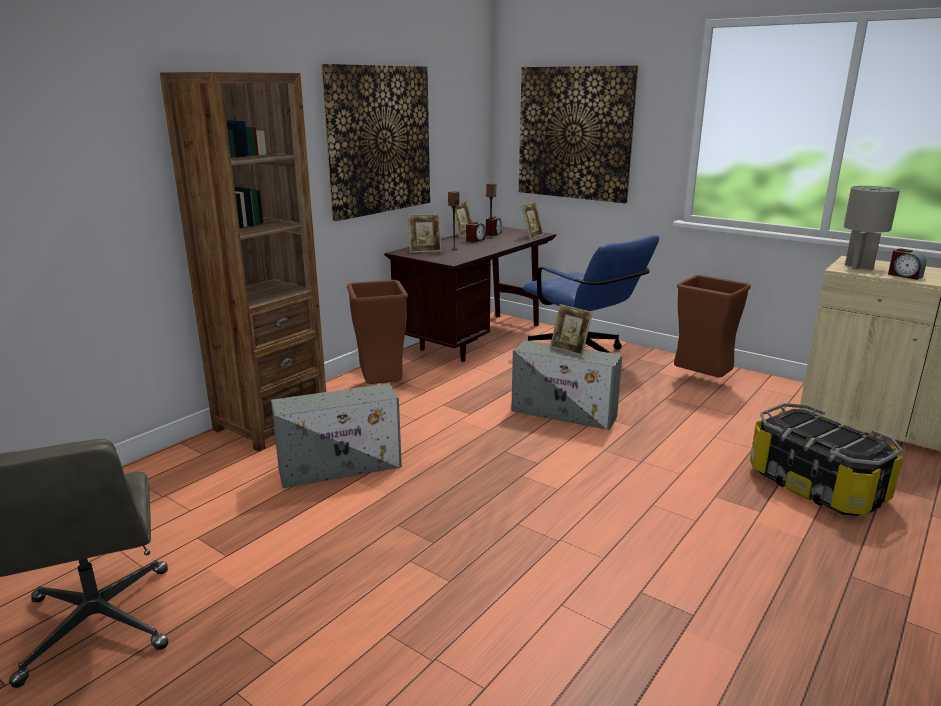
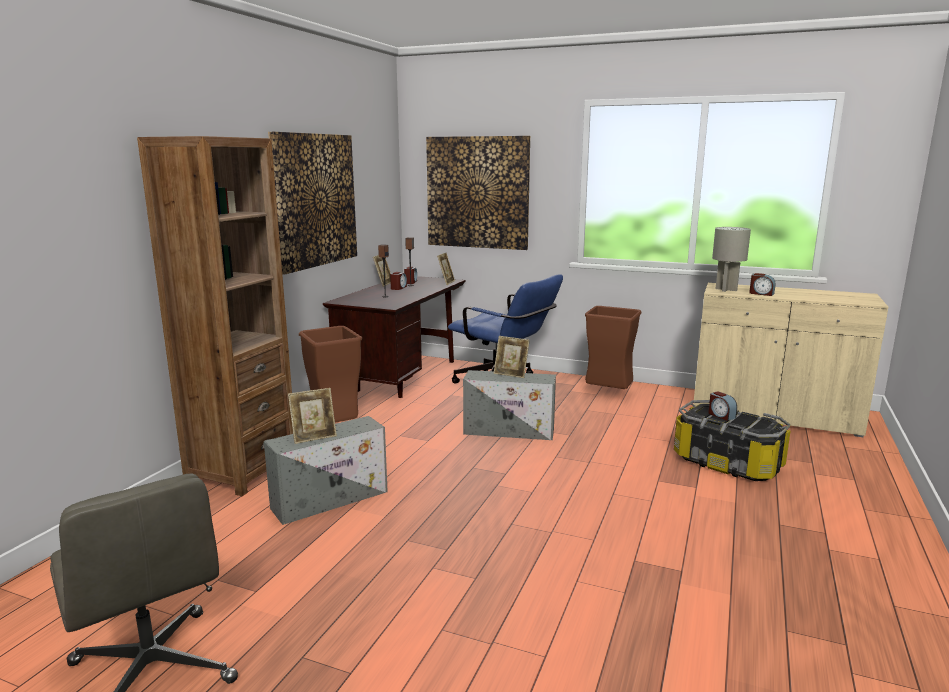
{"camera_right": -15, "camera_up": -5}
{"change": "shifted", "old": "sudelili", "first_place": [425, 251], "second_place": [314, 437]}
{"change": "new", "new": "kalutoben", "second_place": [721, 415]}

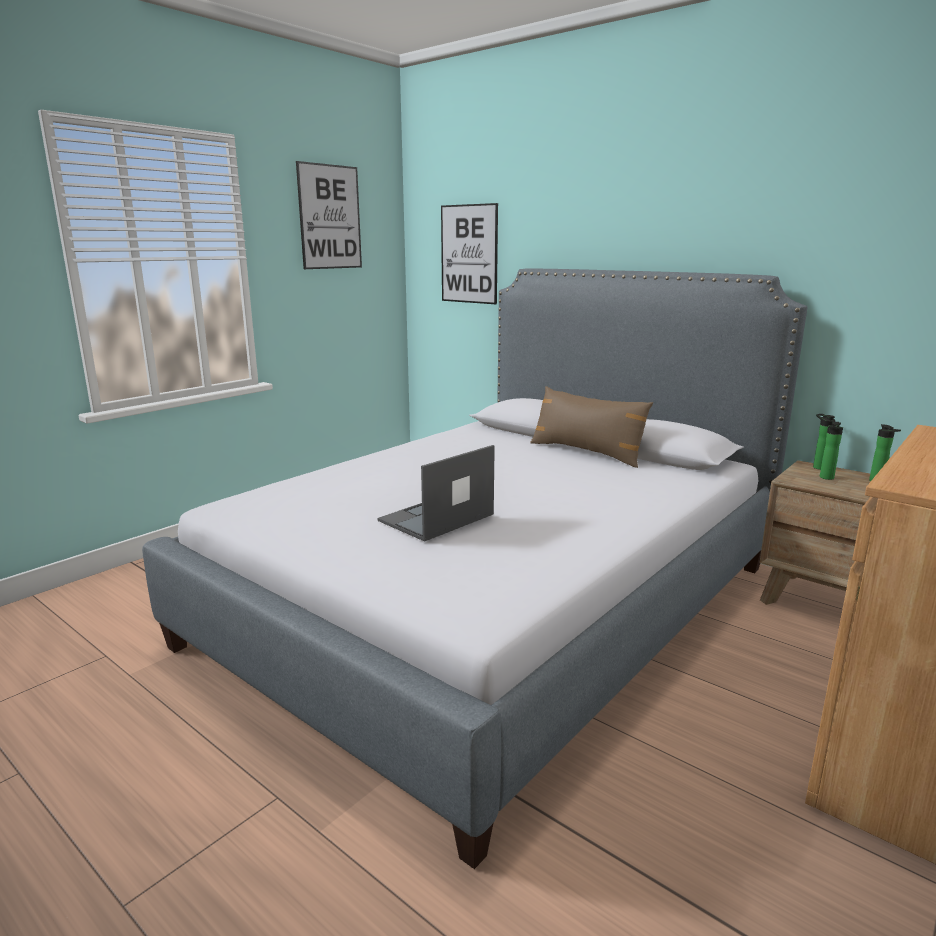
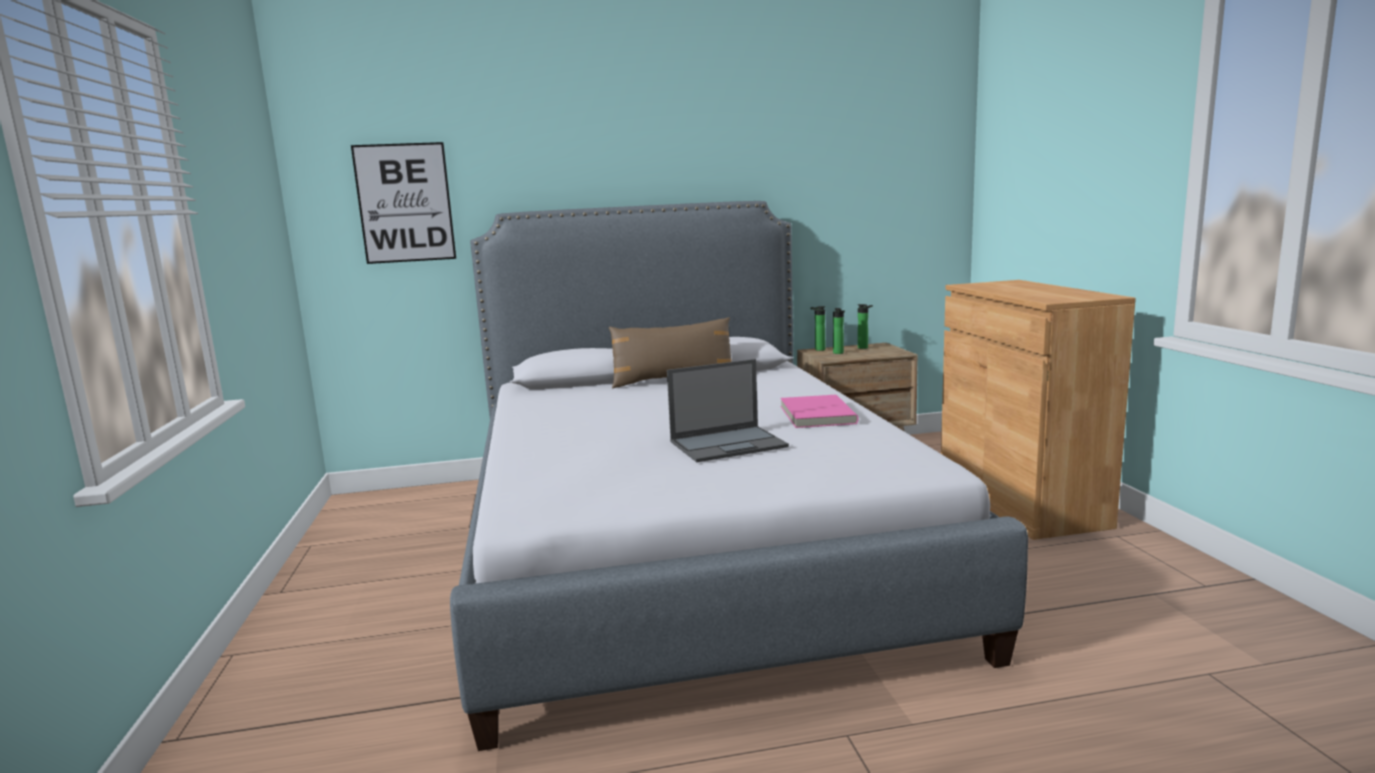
{"camera_right": -50, "camera_up": -5}
{"change": "gone", "old": "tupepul", "first_place": [330, 217]}
{"change": "rotated", "old": "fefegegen", "first_place": [435, 518], "second_place": [729, 444], "degrees": -105}
{"change": "new", "new": "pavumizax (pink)", "second_place": [815, 415]}

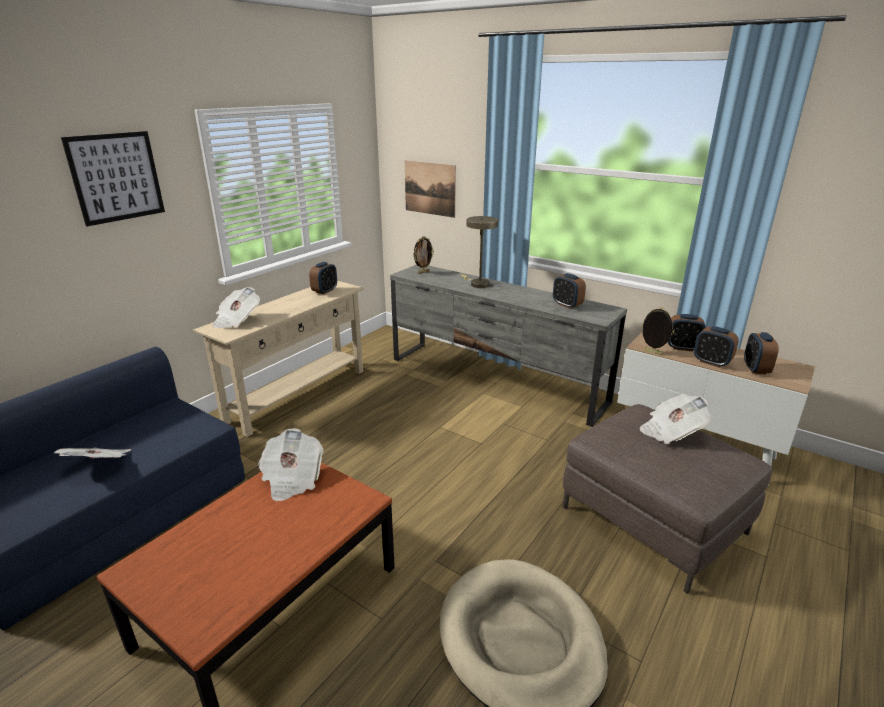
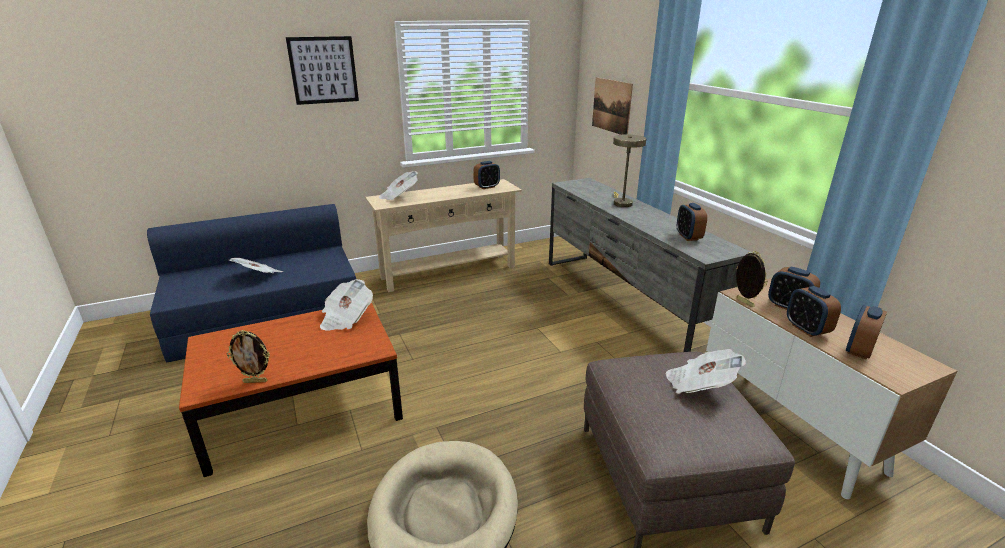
{"camera_right": 30, "camera_up": 0}
{"change": "shifted", "old": "sudelili", "first_place": [423, 272], "second_place": [256, 381]}

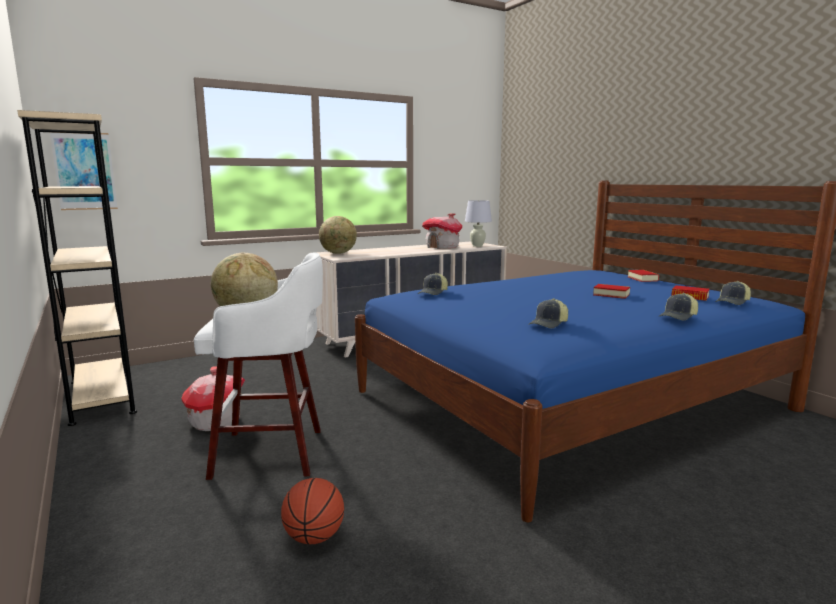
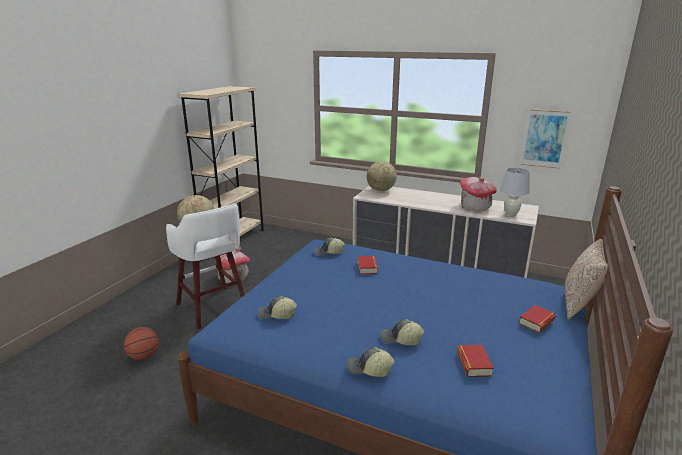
{"camera_right": 55, "camera_up": 10}
{"change": "shifted", "old": "tupepul", "first_place": [84, 171], "second_place": [544, 139]}
{"change": "shifted", "old": "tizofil", "first_place": [733, 302], "second_place": [400, 339]}
{"change": "shifted", "old": "pavumizax", "first_place": [611, 295], "second_place": [367, 267]}
{"change": "new", "new": "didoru", "second_place": [579, 304]}

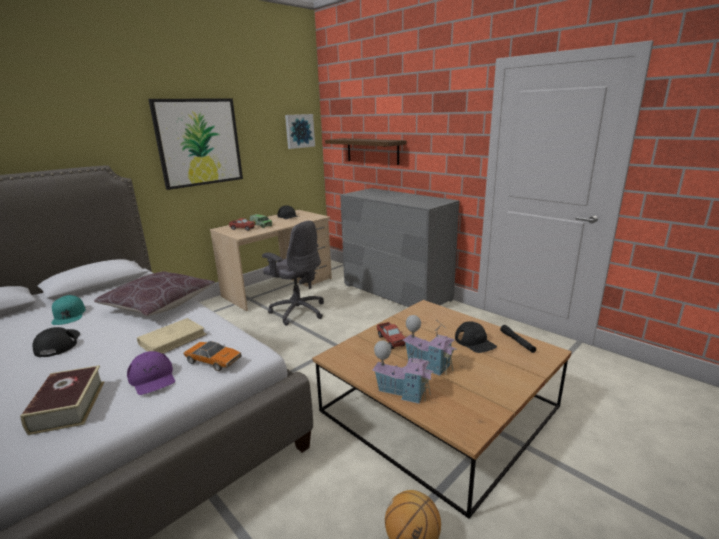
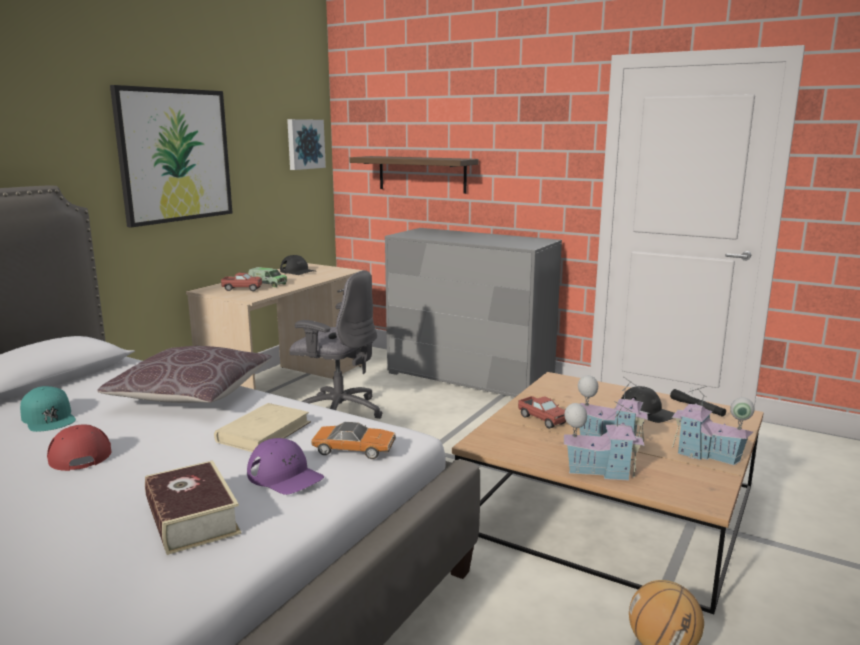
{"camera_right": -15, "camera_up": -5}
{"change": "repainted", "old": "tizofil (black)", "new": "tizofil (red)", "first_place": [58, 344], "second_place": [79, 453]}
{"change": "new", "new": "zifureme", "second_place": [707, 455]}

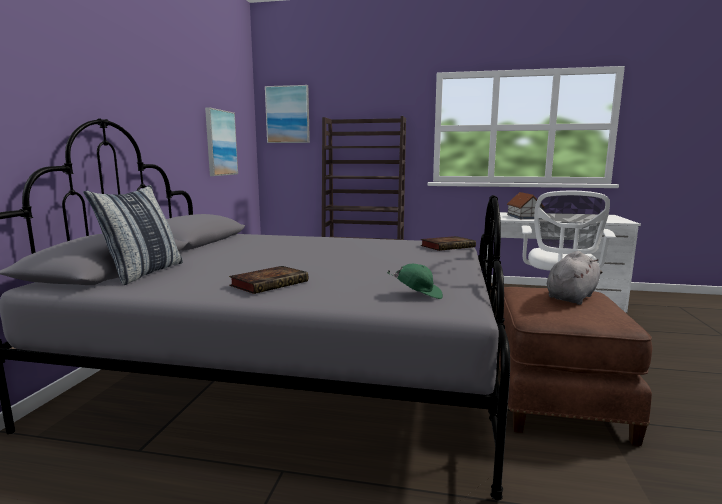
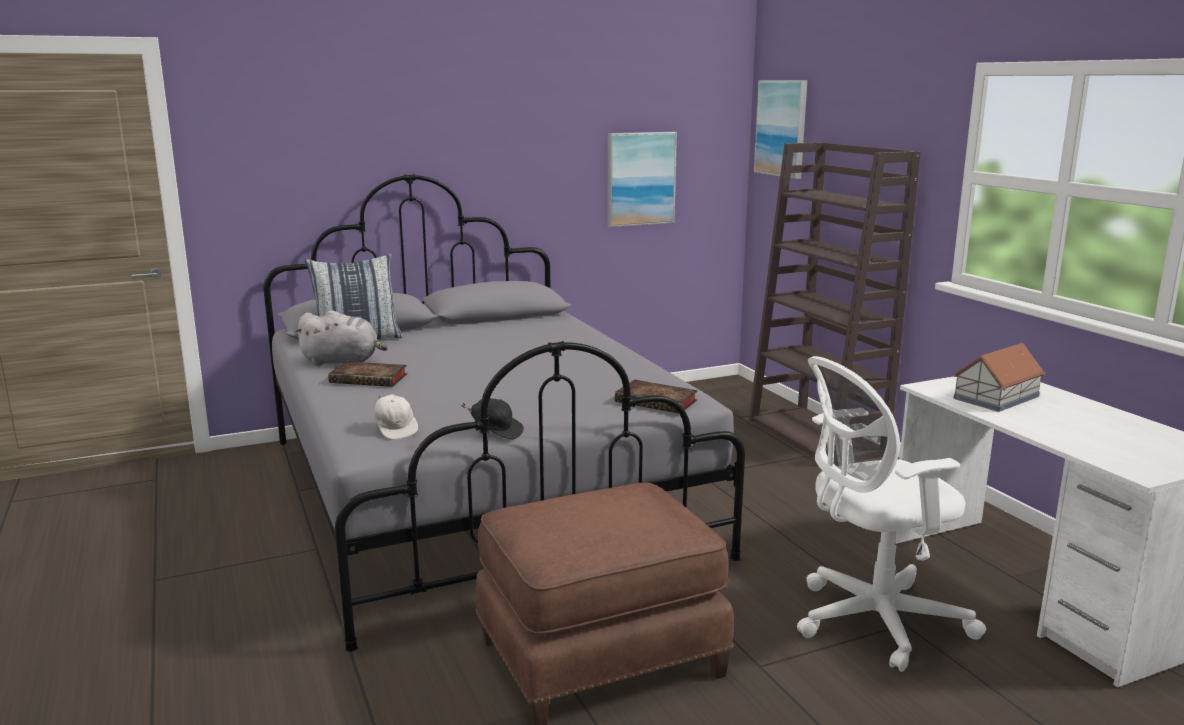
{"camera_right": 55, "camera_up": 5}
{"change": "shifted", "old": "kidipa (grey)", "first_place": [572, 297], "second_place": [343, 362]}
{"change": "repainted", "old": "tizofil (green)", "new": "tizofil (white)", "first_place": [418, 295], "second_place": [396, 430]}
{"change": "new", "new": "tizofil (black)", "second_place": [496, 432]}

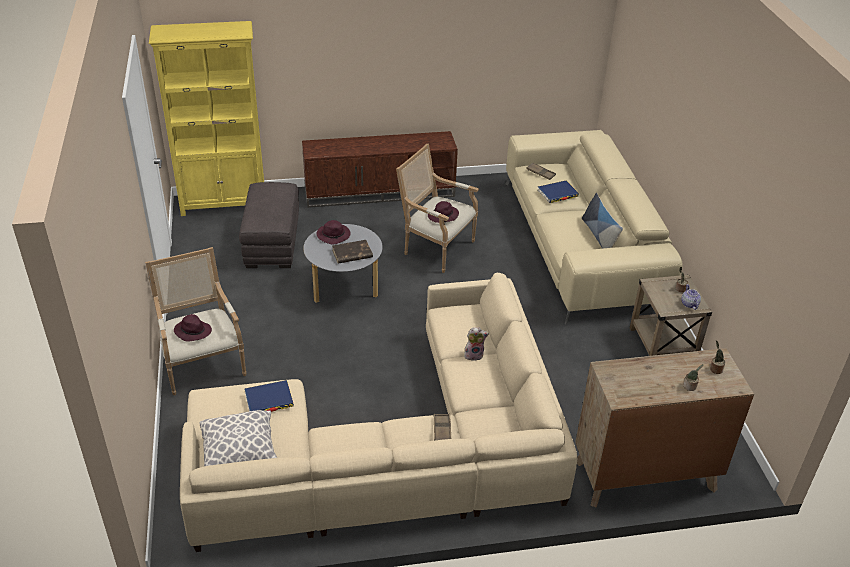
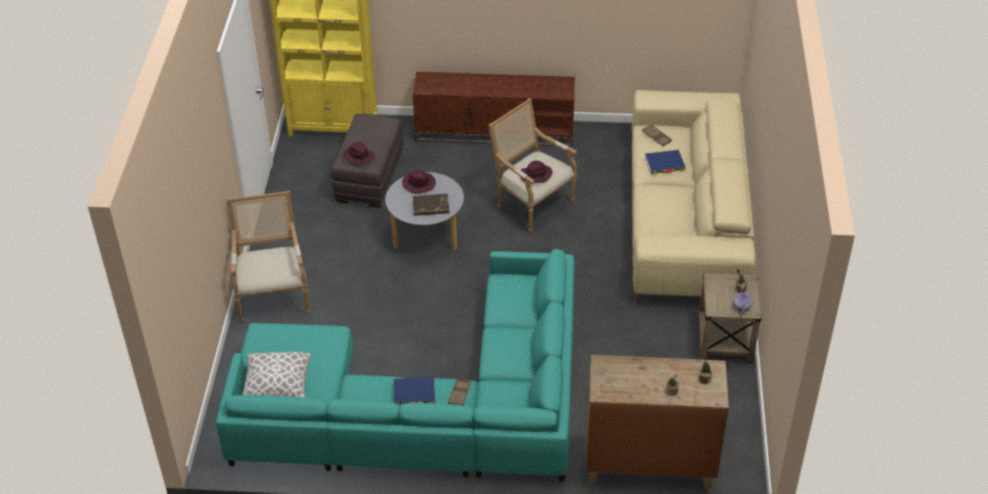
{"camera_right": 15, "camera_up": 5}
{"change": "gone", "old": "didoru", "first_place": [599, 236]}
{"change": "repainted", "old": "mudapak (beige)", "new": "mudapak (turquoise)", "first_place": [392, 450], "second_place": [422, 405]}
{"change": "shifted", "old": "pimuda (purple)", "first_place": [192, 331], "second_place": [358, 157]}
{"change": "gone", "old": "kidipa", "first_place": [474, 355]}
{"change": "shifted", "old": "pavumizax (blue)", "first_place": [269, 400], "second_place": [414, 393]}

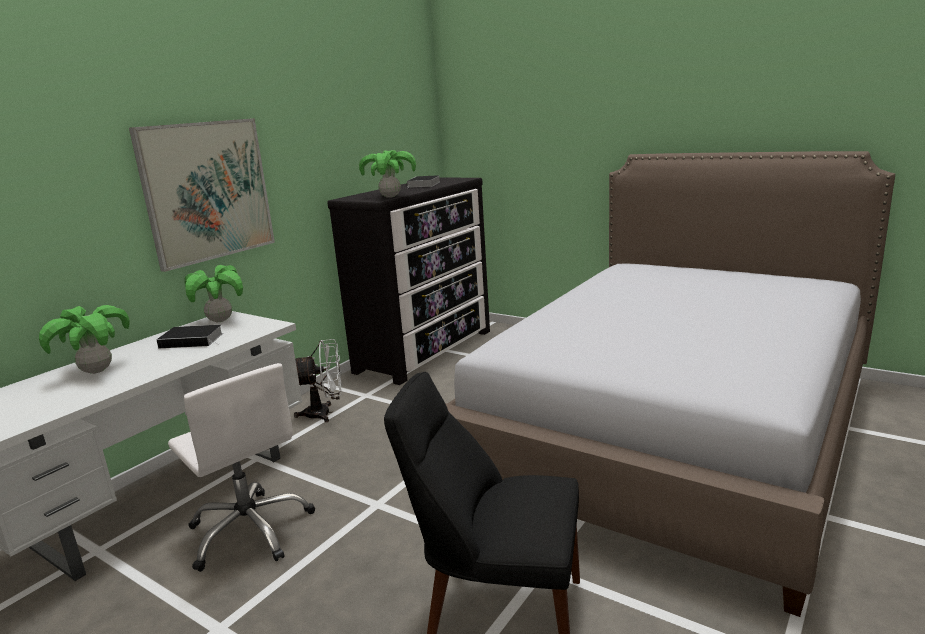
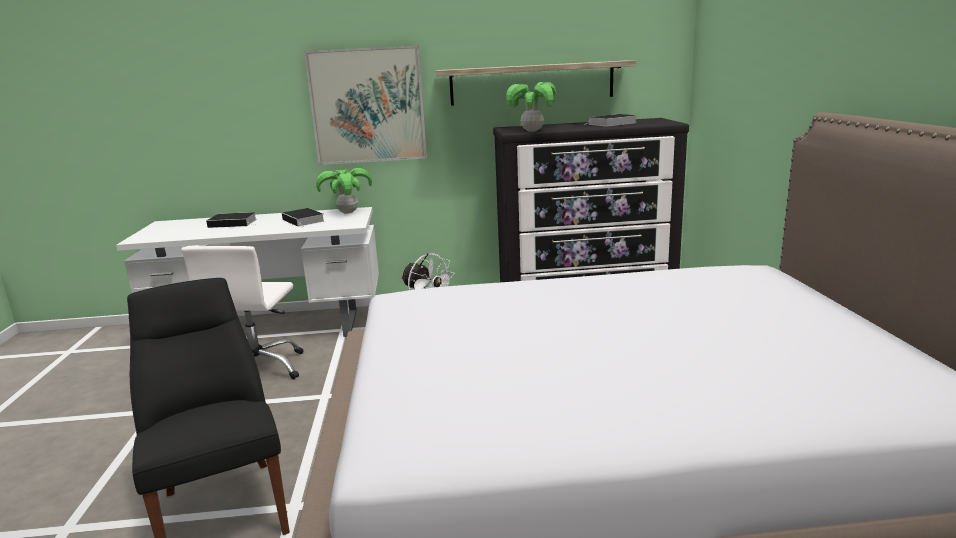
{"camera_right": 50, "camera_up": 0}
{"change": "swapped", "old": "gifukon", "new": "pavumizax", "first_place": [96, 371], "second_place": [234, 223]}
{"change": "new", "new": "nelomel", "second_place": [532, 83]}

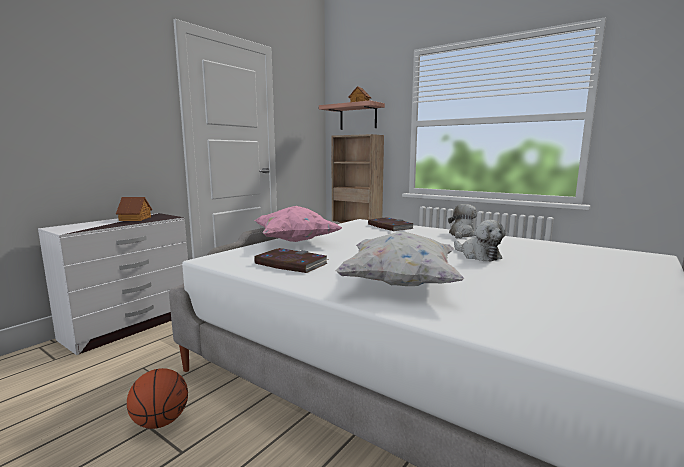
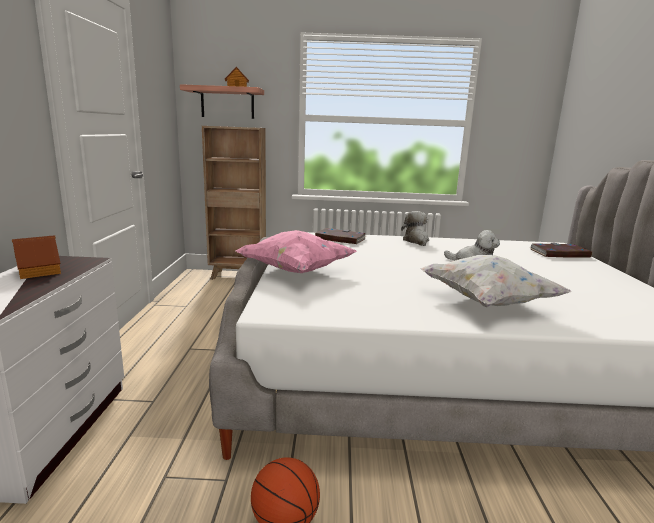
{"camera_right": -35, "camera_up": 5}
{"change": "shifted", "old": "pavumizax", "first_place": [290, 264], "second_place": [559, 253]}

